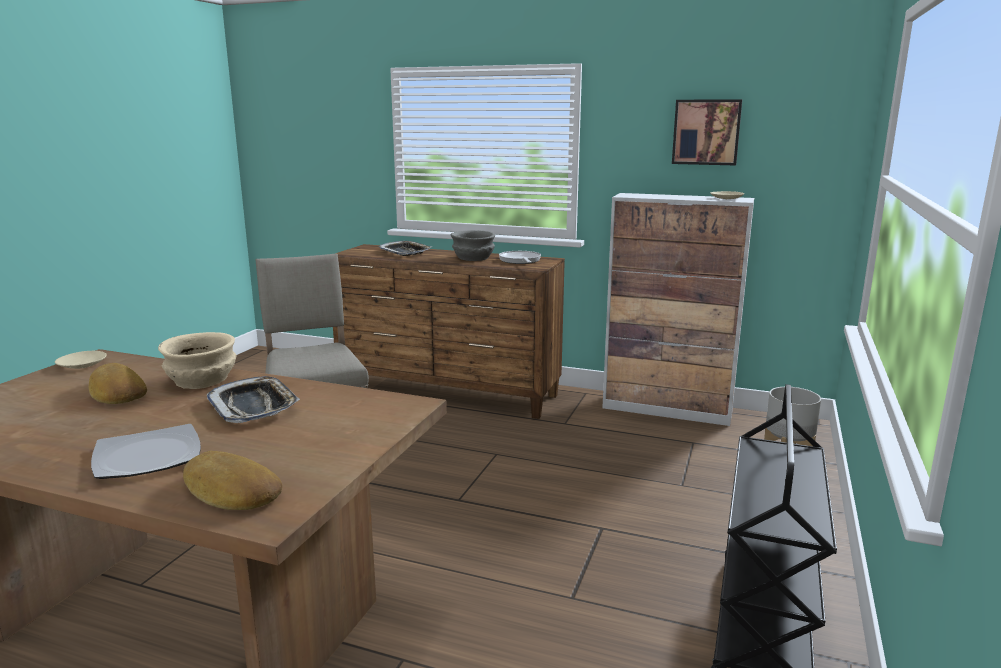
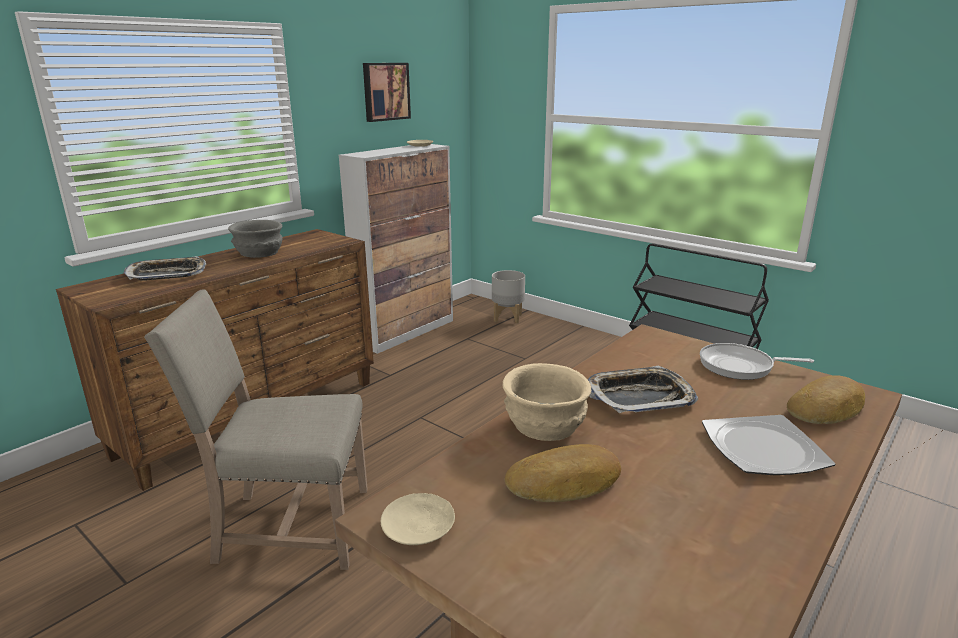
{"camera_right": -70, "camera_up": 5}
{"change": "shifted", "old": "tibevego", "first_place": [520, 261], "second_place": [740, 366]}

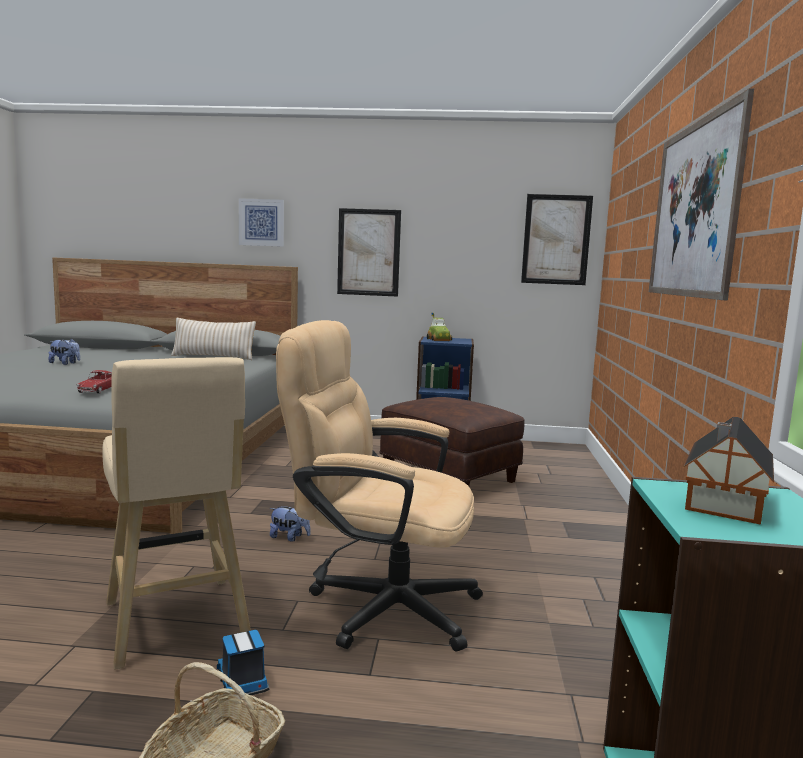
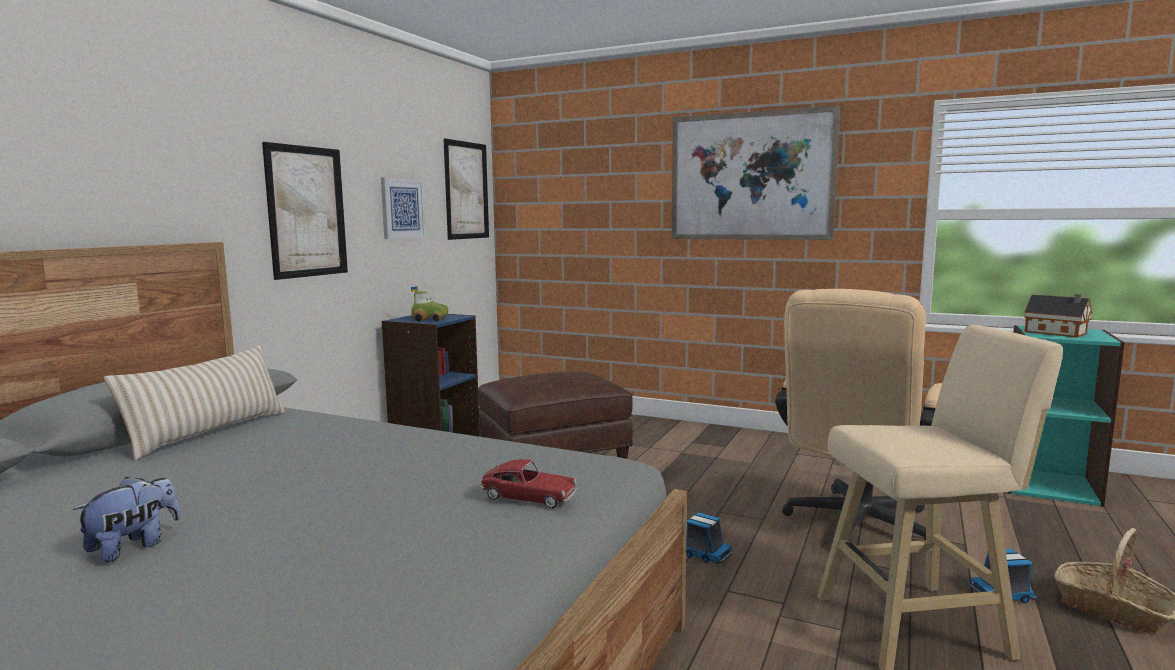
{"camera_right": -70, "camera_up": 0}
{"change": "shifted", "old": "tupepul", "first_place": [261, 222], "second_place": [402, 208]}
{"change": "swapped", "old": "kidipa", "new": "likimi", "first_place": [289, 537], "second_place": [705, 554]}

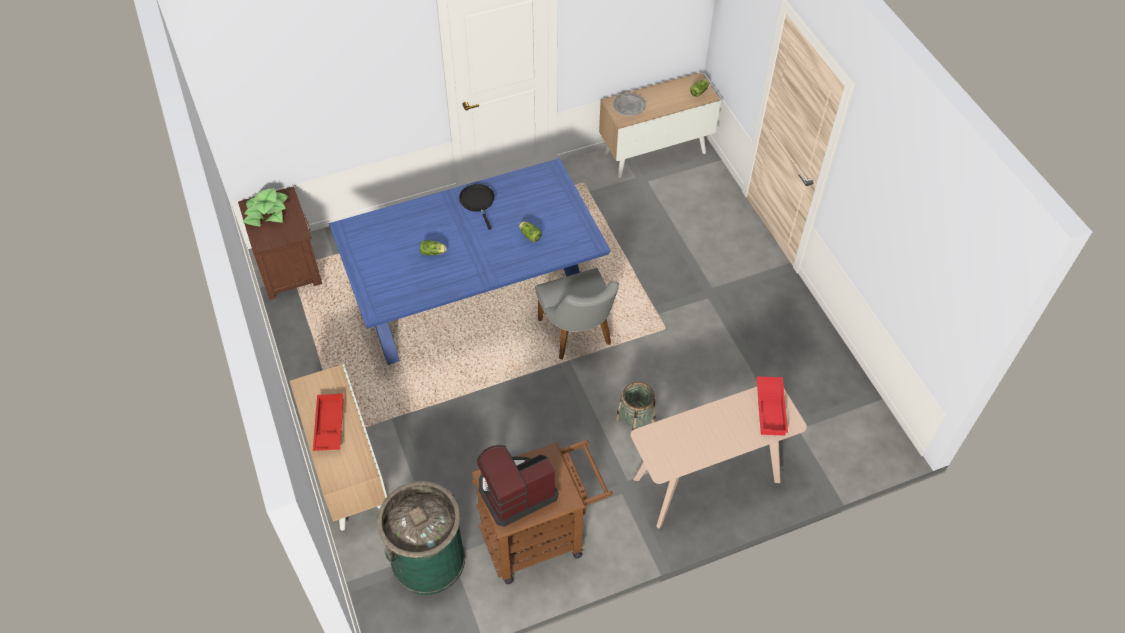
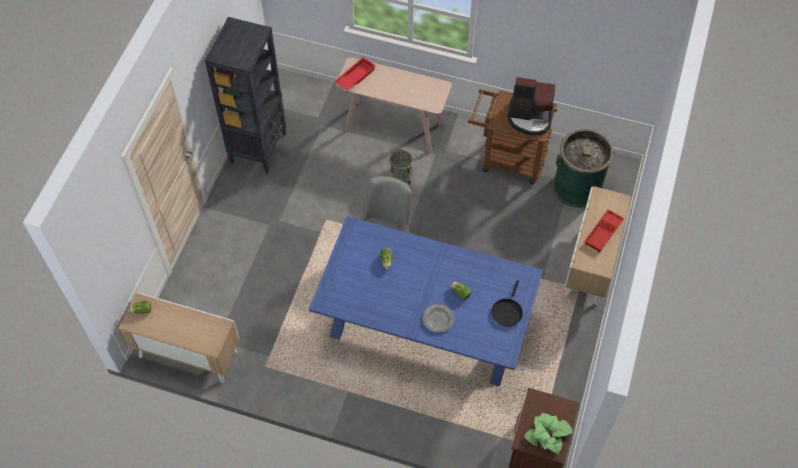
{"camera_right": -140, "camera_up": 5}
{"change": "shifted", "old": "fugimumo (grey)", "first_place": [628, 106], "second_place": [438, 319]}
{"change": "shifted", "old": "tibevego (black)", "first_place": [478, 202], "second_place": [507, 311]}
{"change": "new", "new": "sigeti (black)", "second_place": [259, 148]}

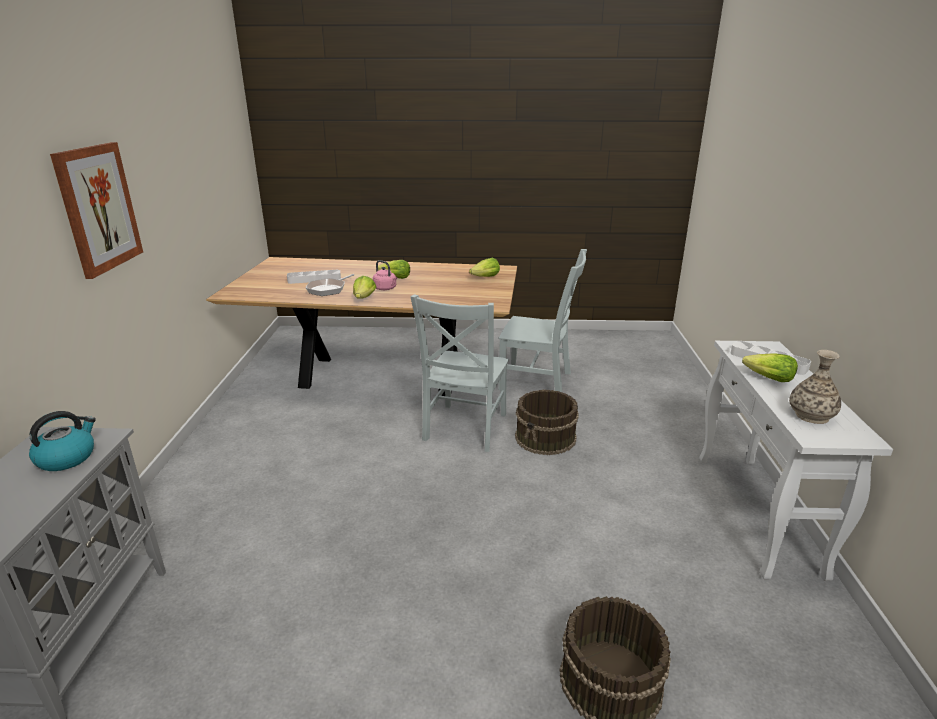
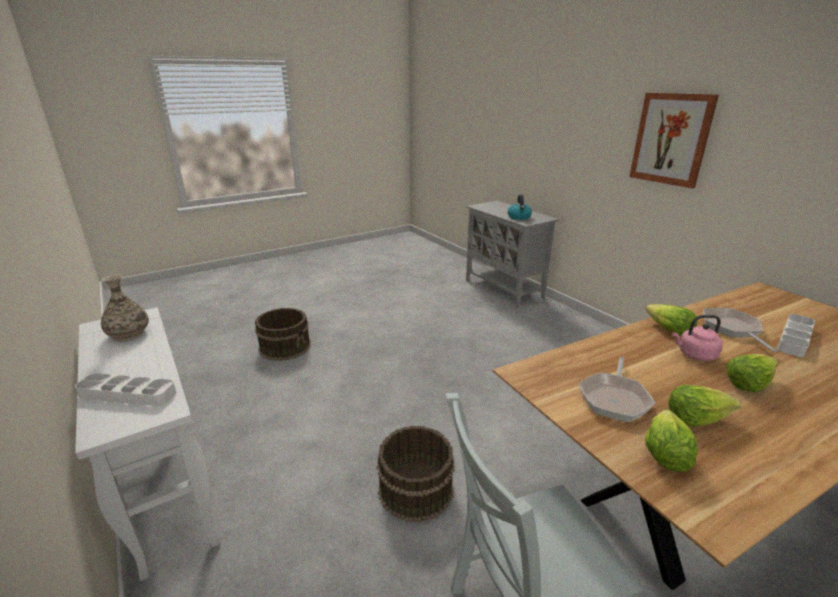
{"camera_right": 145, "camera_up": 0}
{"change": "gone", "old": "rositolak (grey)", "first_place": [464, 429]}
{"change": "shifted", "old": "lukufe", "first_place": [768, 378], "second_place": [695, 418]}
{"change": "new", "new": "tibevego", "second_place": [614, 398]}

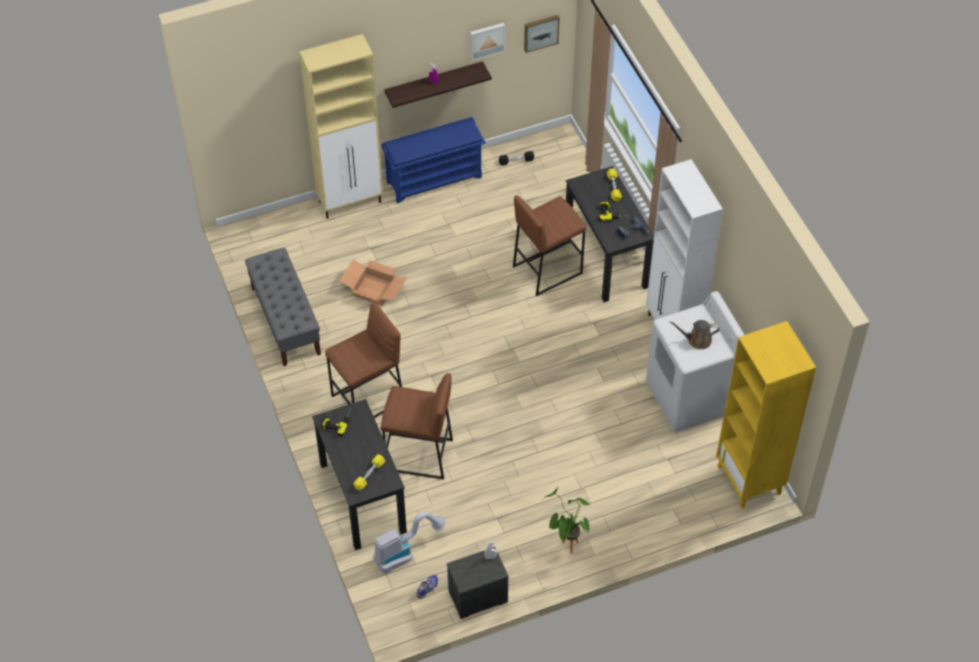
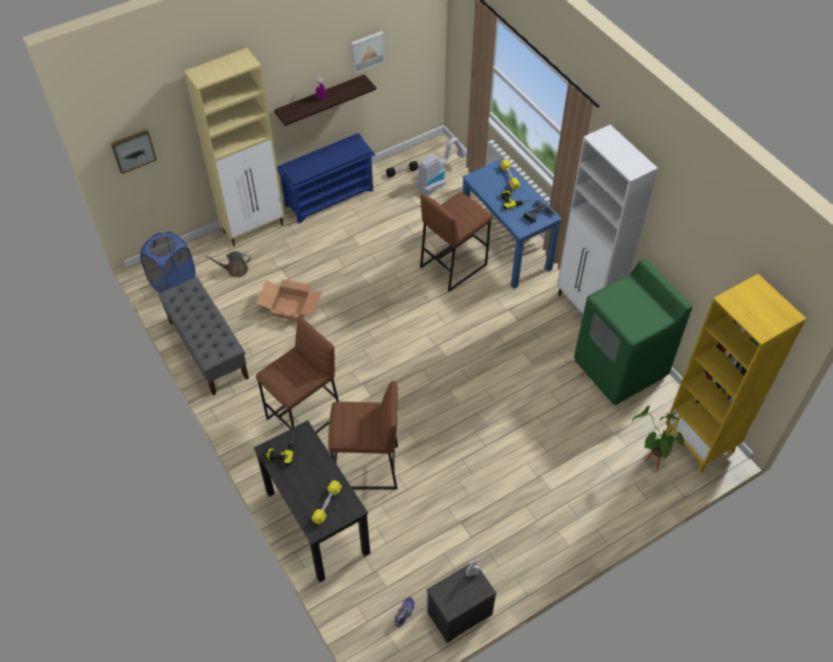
{"camera_right": -10, "camera_up": 0}
{"change": "shifted", "old": "tupepul", "first_place": [540, 32], "second_place": [133, 150]}
{"change": "repainted", "old": "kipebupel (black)", "new": "kipebupel (blue)", "first_place": [606, 259], "second_place": [506, 249]}
{"change": "repainted", "old": "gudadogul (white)", "new": "gudadogul (green)", "first_place": [691, 397], "second_place": [620, 368]}
{"change": "shifted", "old": "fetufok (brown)", "first_place": [697, 340], "second_place": [235, 270]}
{"change": "shifted", "old": "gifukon", "first_place": [566, 547], "second_place": [650, 464]}
{"change": "shifted", "old": "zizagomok", "first_place": [405, 552], "second_place": [439, 180]}
{"change": "new", "new": "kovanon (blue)", "second_place": [174, 283]}

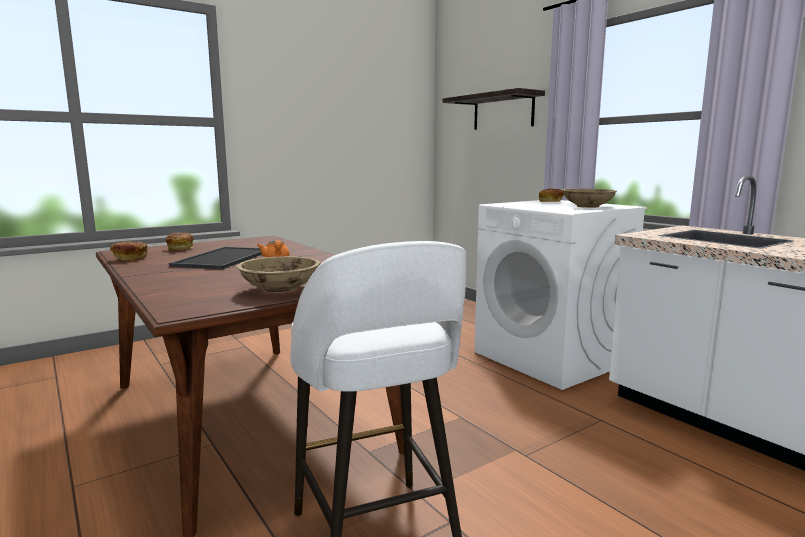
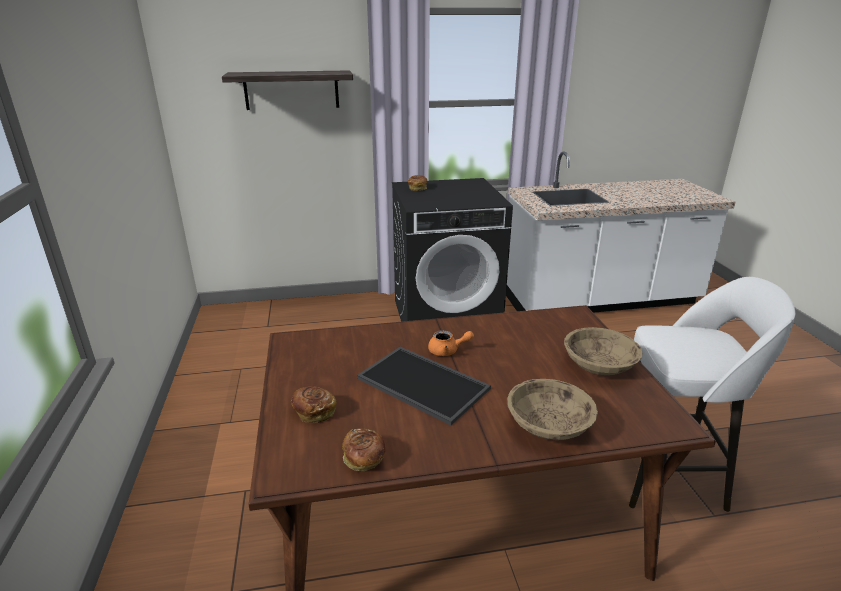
{"camera_right": -65, "camera_up": 15}
{"change": "shifted", "old": "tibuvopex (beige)", "first_place": [588, 206], "second_place": [548, 426]}
{"change": "repainted", "old": "gudadogul (white)", "new": "gudadogul (black)", "first_place": [551, 358], "second_place": [446, 316]}

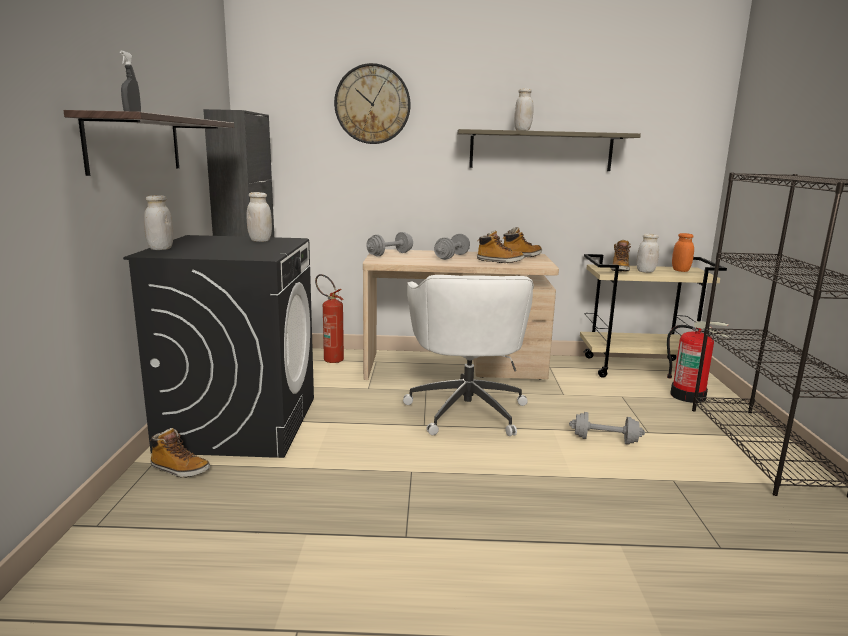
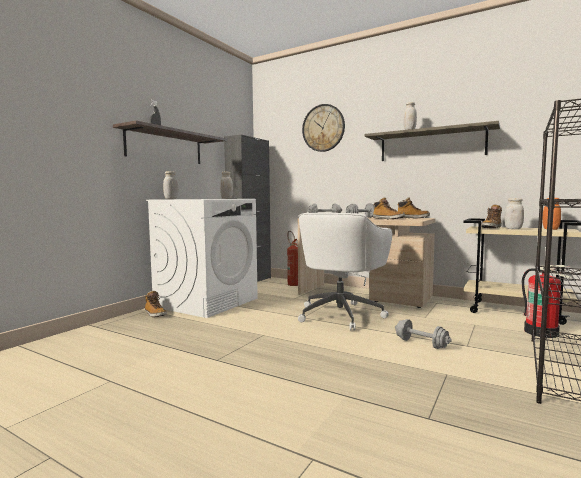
{"camera_right": 30, "camera_up": -10}
{"change": "repainted", "old": "gudadogul (black)", "new": "gudadogul (white)", "first_place": [240, 423], "second_place": [207, 302]}

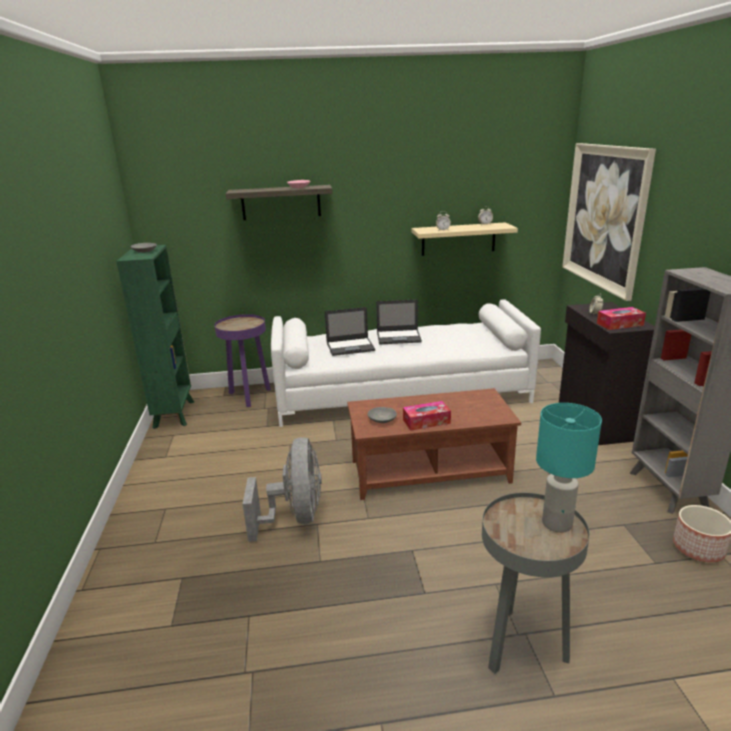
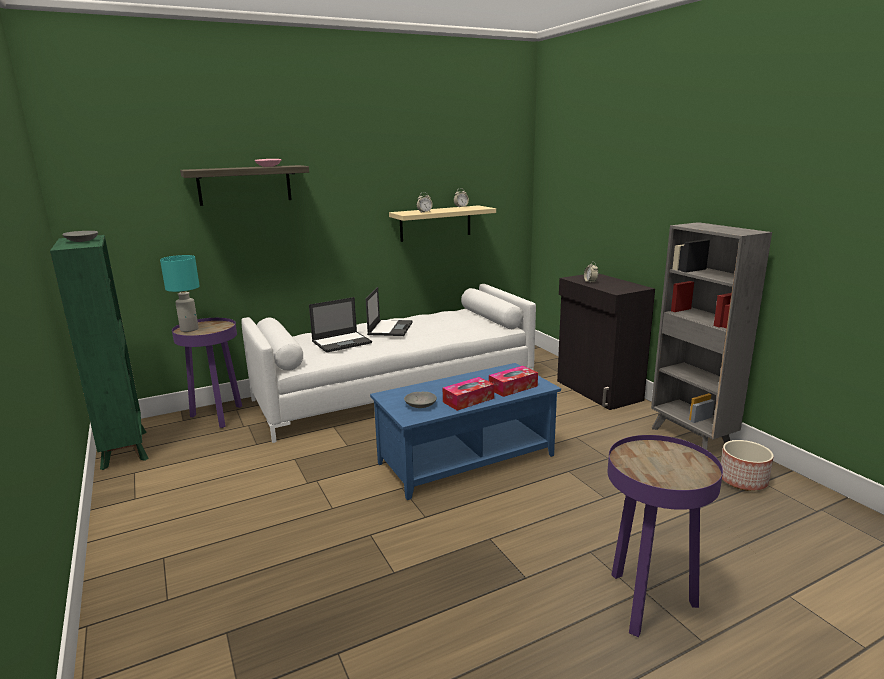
{"camera_right": -20, "camera_up": -5}
{"change": "gone", "old": "tupepul", "first_place": [604, 217]}
{"change": "rotated", "old": "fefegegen", "first_place": [399, 337], "second_place": [390, 328], "degrees": -60}
{"change": "shifted", "old": "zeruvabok", "first_place": [620, 324], "second_place": [513, 387]}
{"change": "repainted", "old": "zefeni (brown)", "new": "zefeni (blue)", "first_place": [429, 470], "second_place": [466, 458]}
{"change": "shifted", "old": "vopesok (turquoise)", "first_place": [556, 523], "second_place": [189, 329]}
{"change": "gone", "old": "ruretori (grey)", "first_place": [295, 517]}
{"change": "repainted", "old": "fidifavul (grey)", "new": "fidifavul (purple)", "first_place": [521, 646], "second_place": [647, 604]}

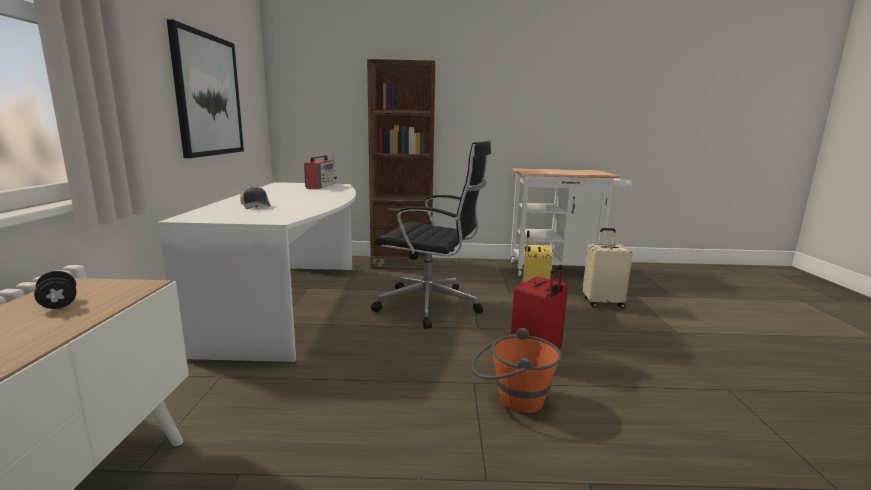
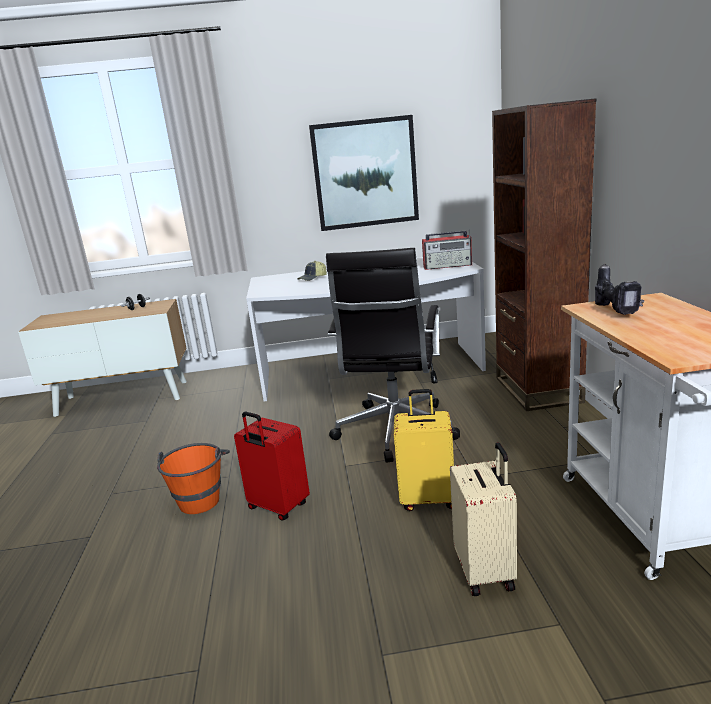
{"camera_right": 85, "camera_up": 5}
{"change": "new", "new": "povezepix", "second_place": [617, 311]}

